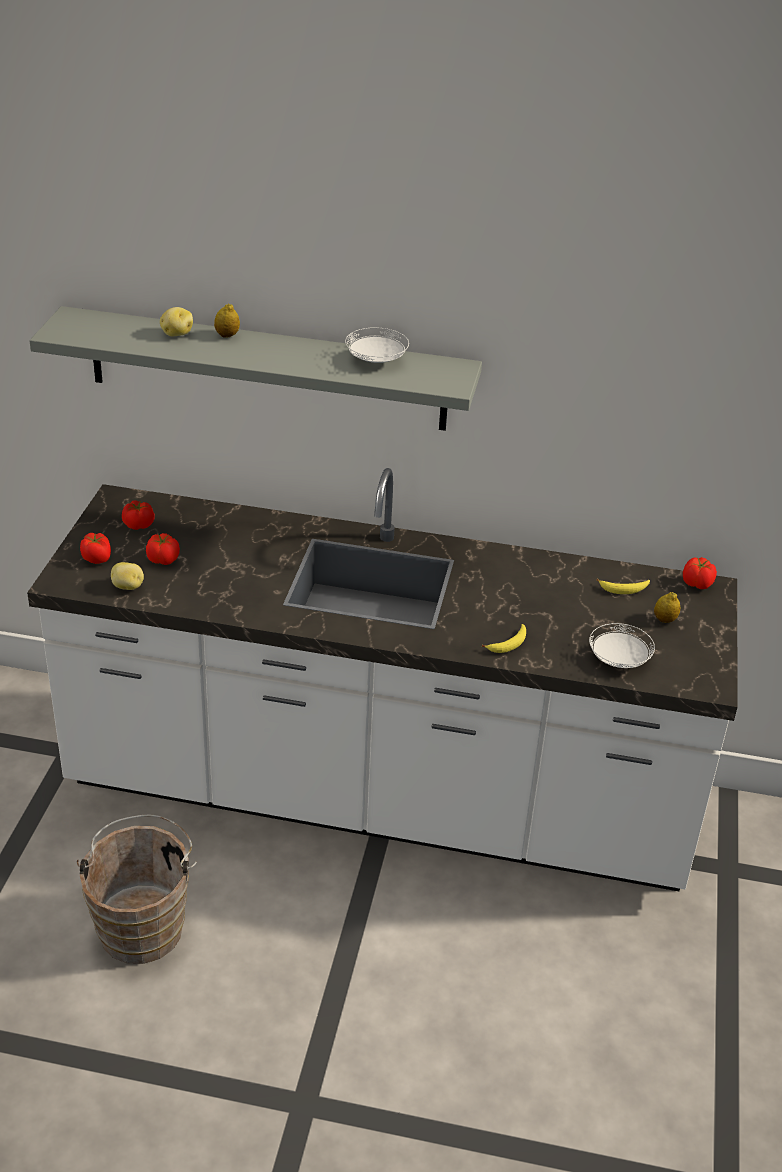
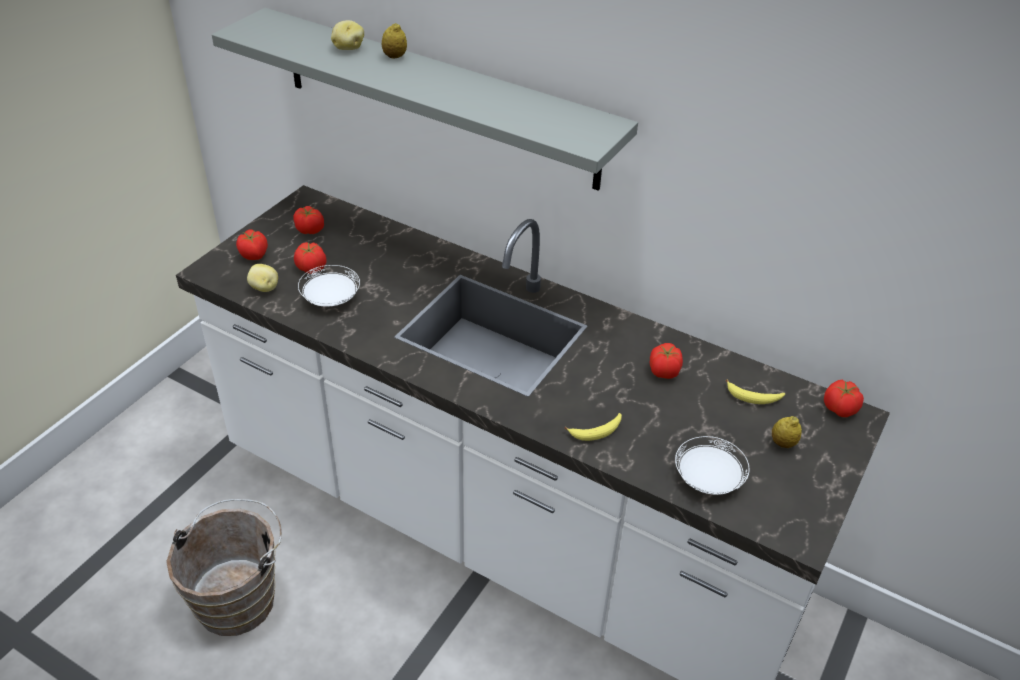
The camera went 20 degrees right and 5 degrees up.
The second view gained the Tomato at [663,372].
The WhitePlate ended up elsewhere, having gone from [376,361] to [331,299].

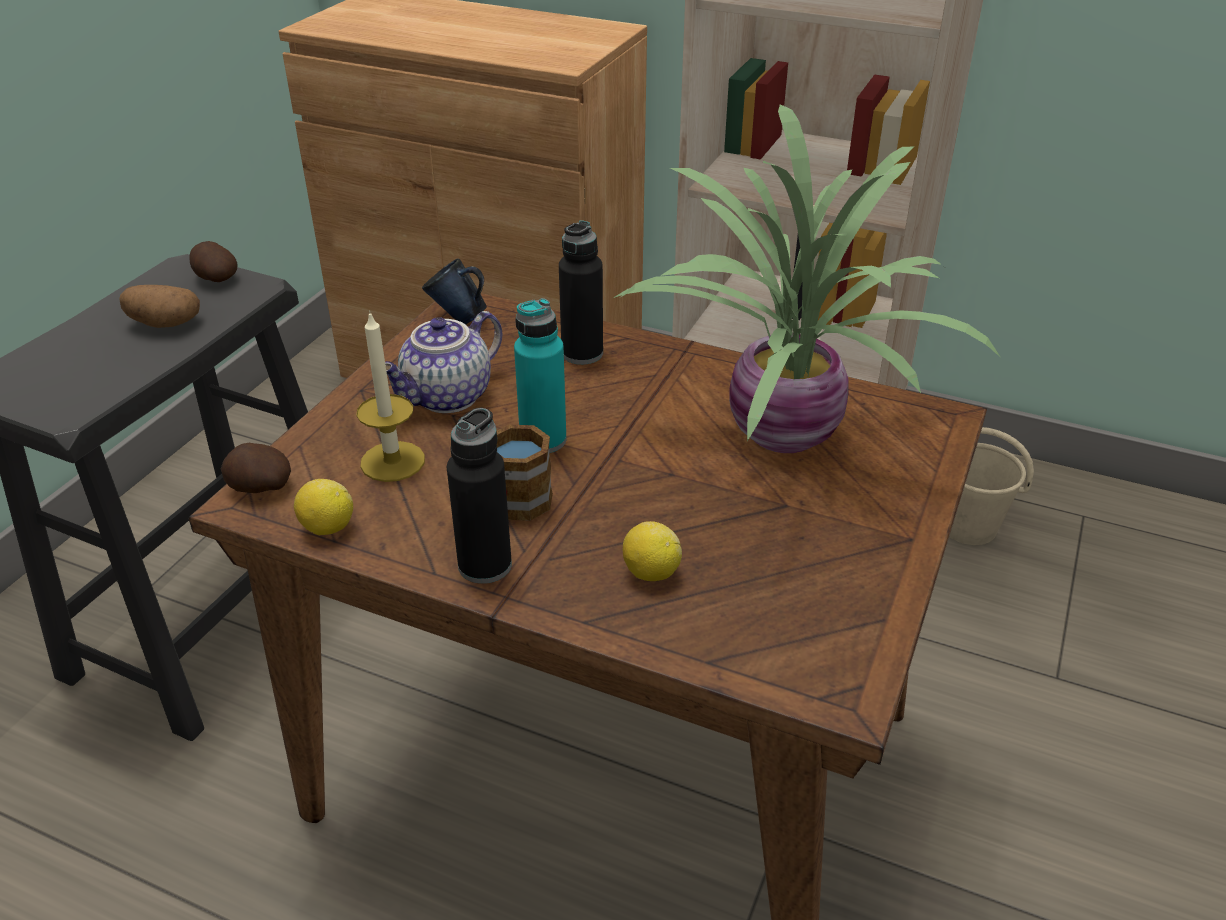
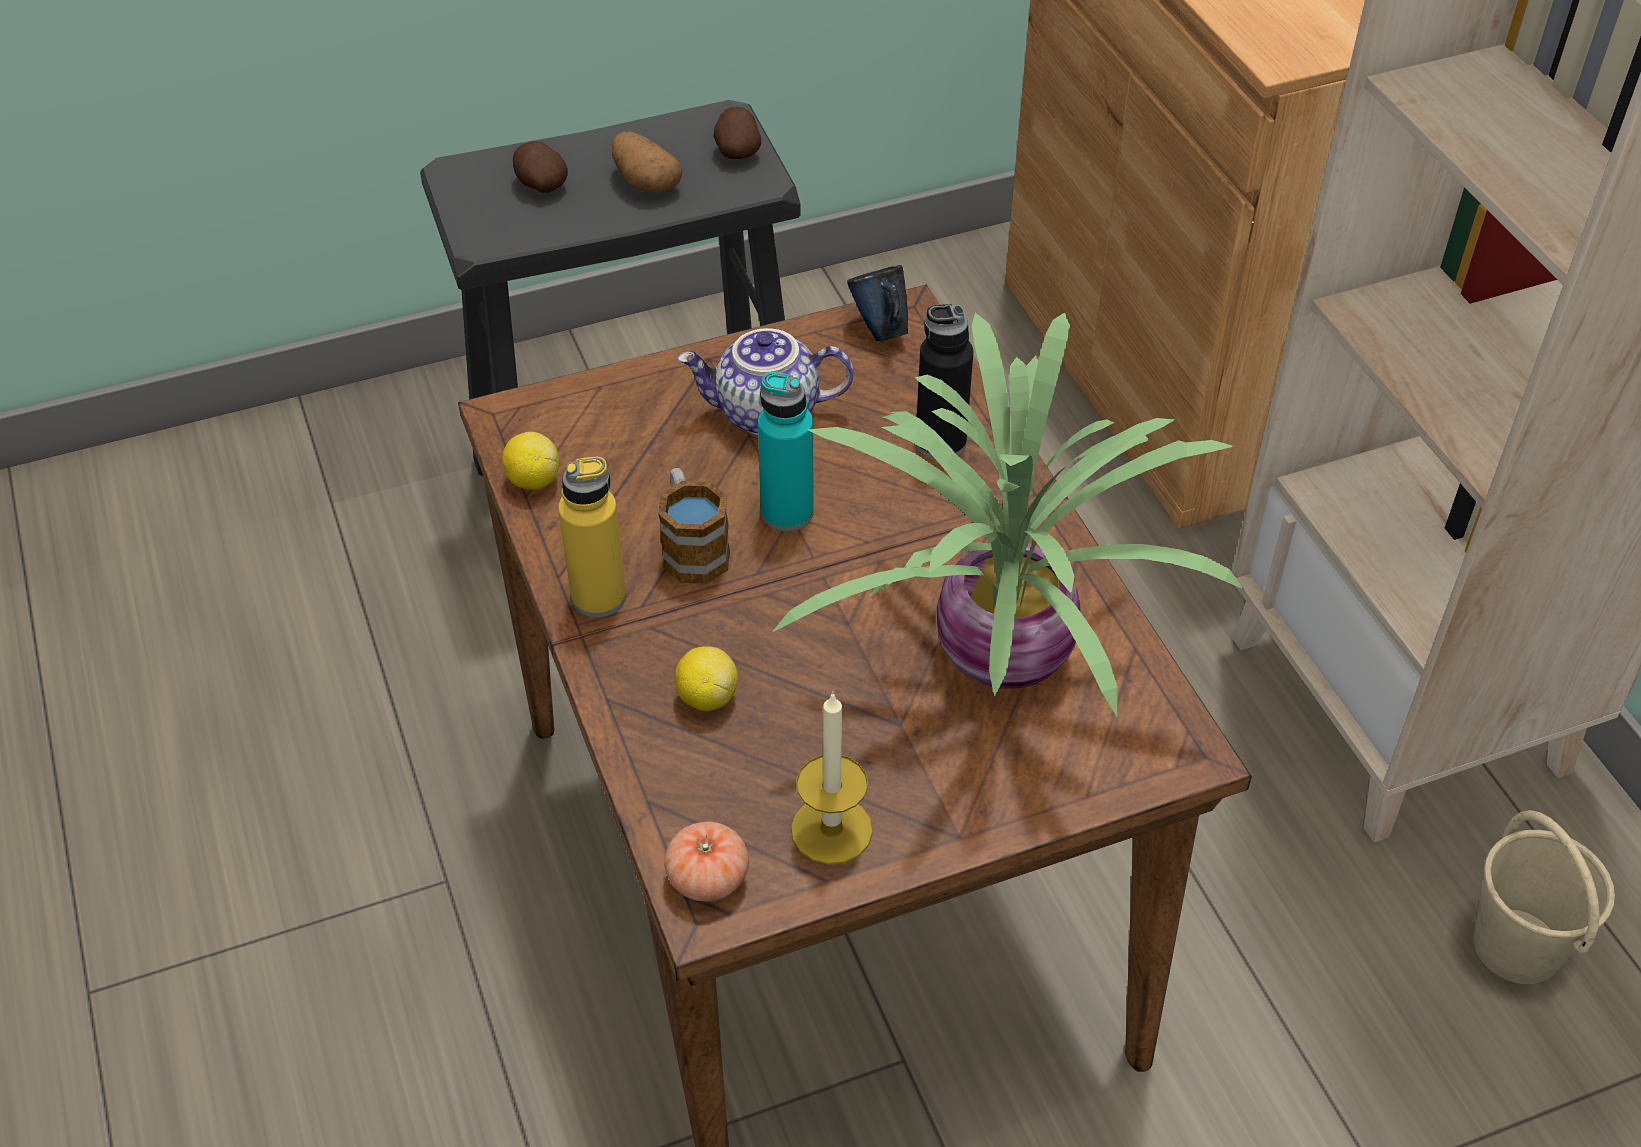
The camera went 45 degrees right and 10 degrees up.
The second view gained the Tomato at [708,878].
The Potato ended up elsewhere, having gone from [260,488] to [540,185].
The Candle ended up elsewhere, having gone from [392,461] to [831,830].
What was the BlackBottle at [485,565] turned into the YellowBottle at [598,597].

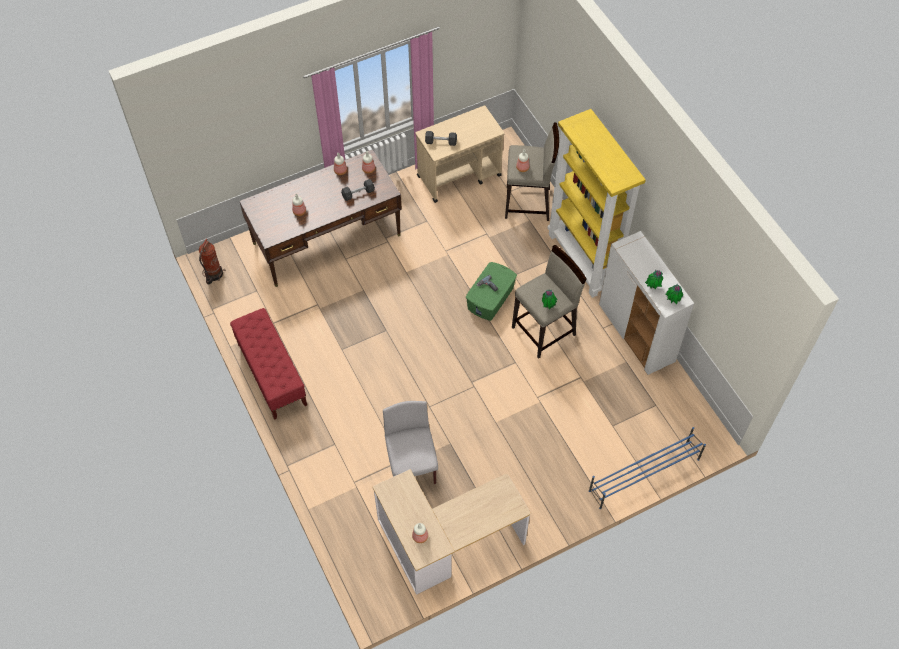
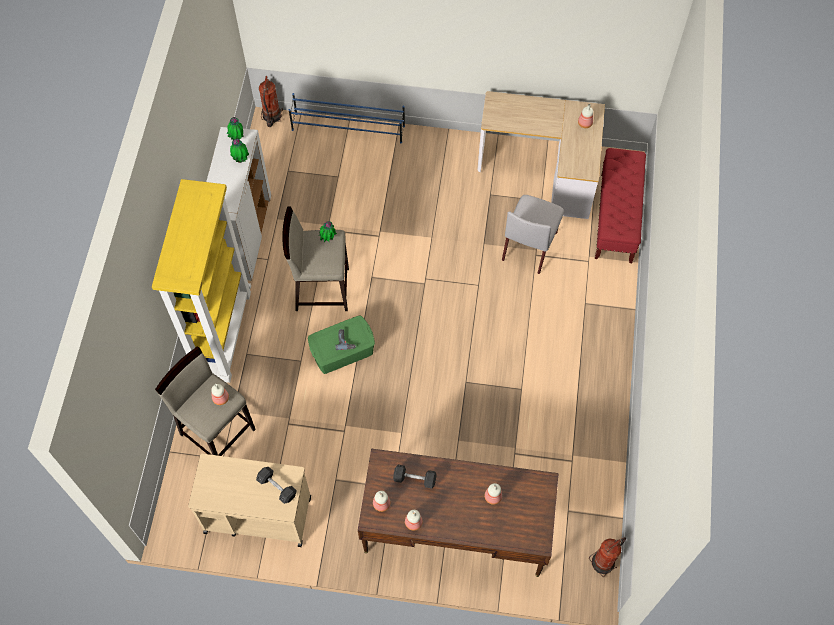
The camera went 145 degrees left and 5 degrees up.
The second view gained the FireExtinguisher at [271,116].
The RedBench ended up elsewhere, having gone from [272,374] to [616,218].

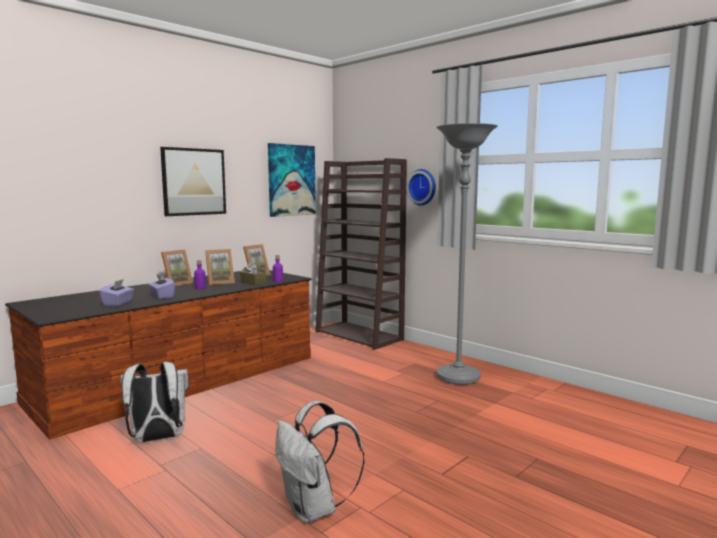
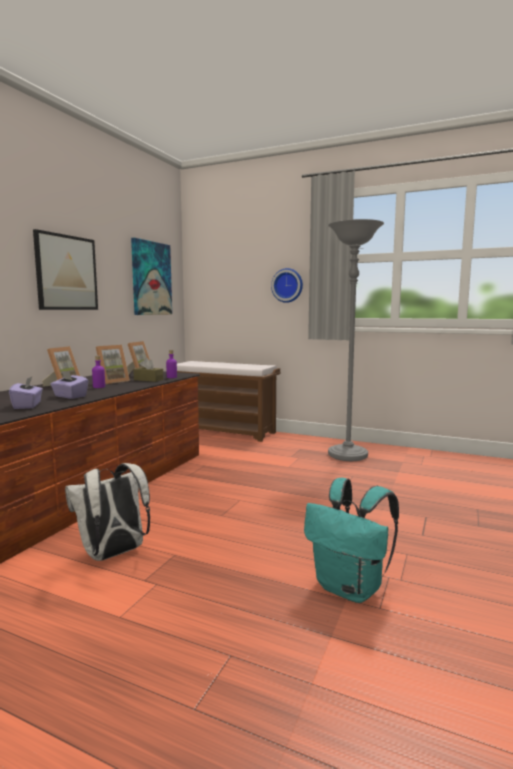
The camera went 20 degrees left and 0 degrees up.
Where the BrownBookcase stood at [359,336], the BrownBench came to stand at [225,431].
What was the WhiteBackpack at [314,509] turned into the TurquoiseBackpack at [350,588].

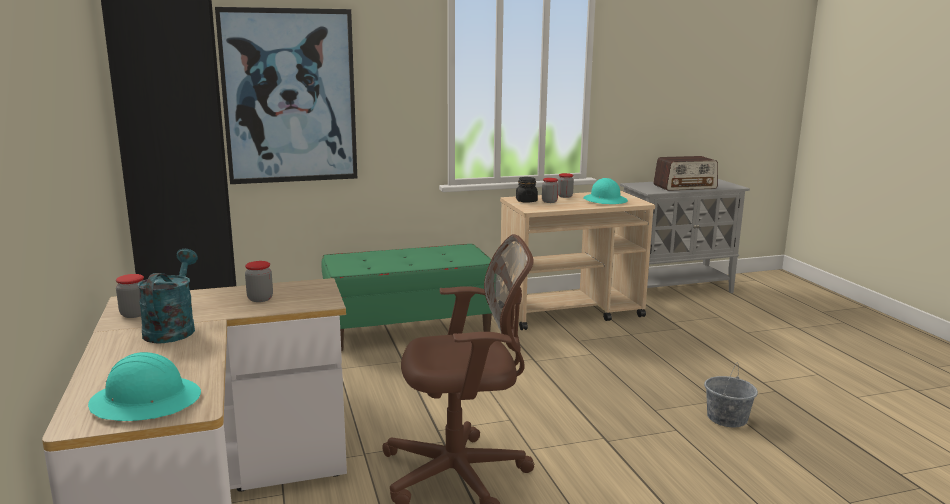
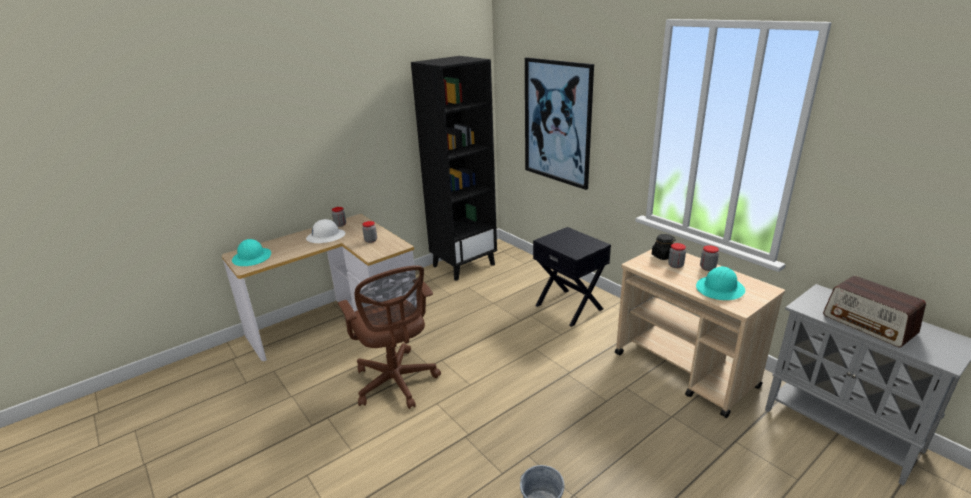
The camera went 70 degrees right and 10 degrees up.
Where the TurquoiseWateringCan stood at [172,328], the WhiteHardHat came to stand at [326,237].
Where the GreenBench stood at [409,329], the BlackNightstand came to stand at [569,307].

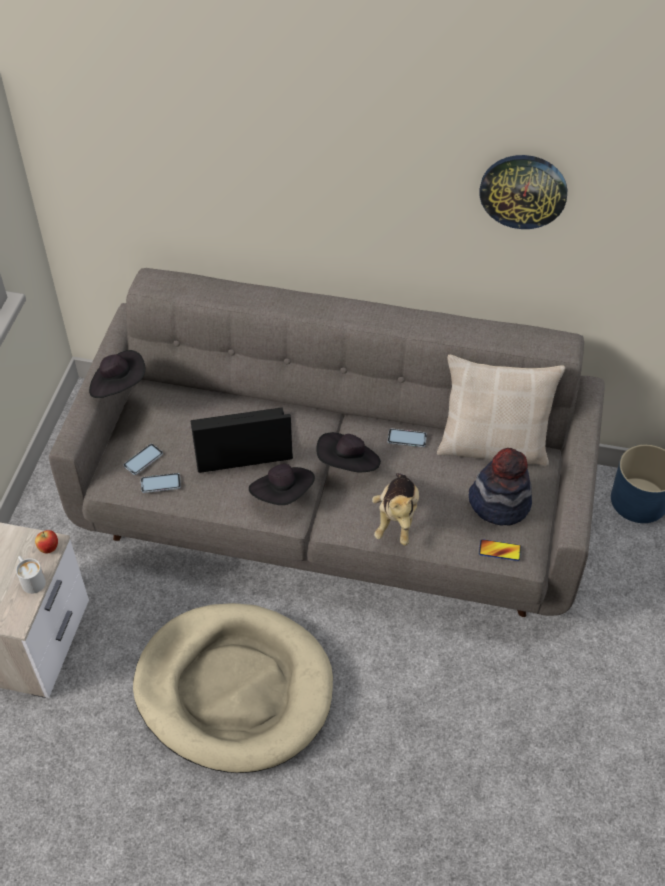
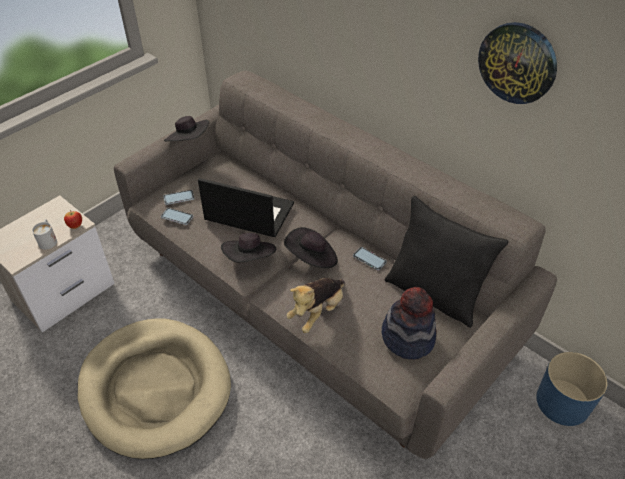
The camera went 30 degrees right and 5 degrees down.
The second view lost the Phone at [499,550].
What was the BeigePillow at [493,446] turned into the BlackPillow at [434,293].

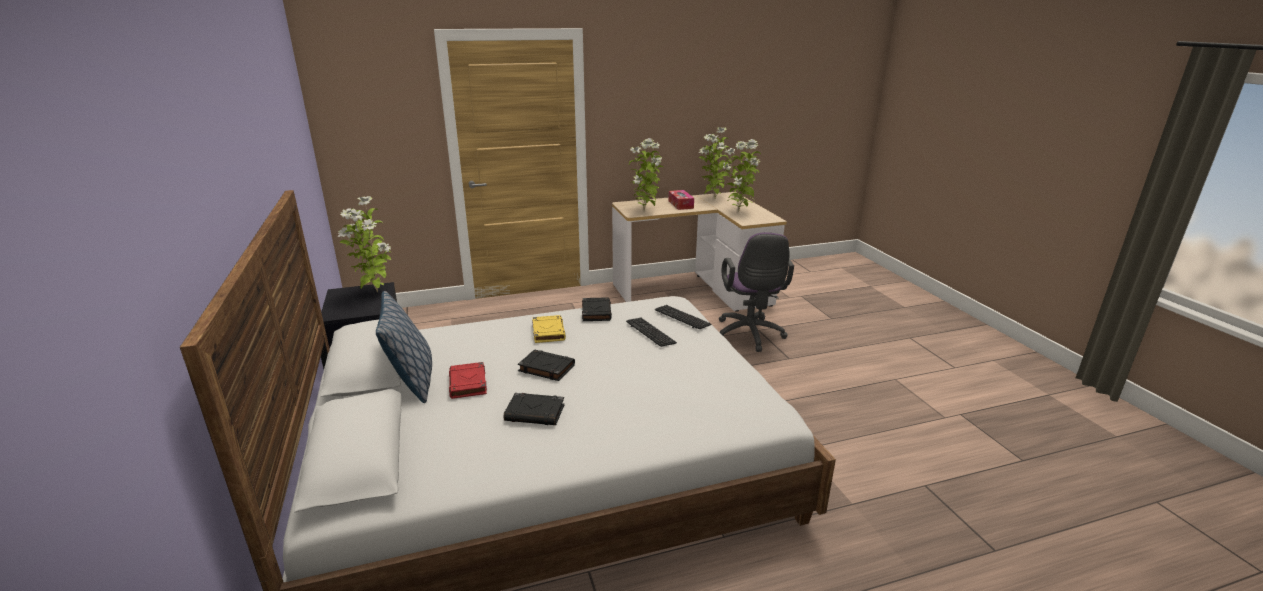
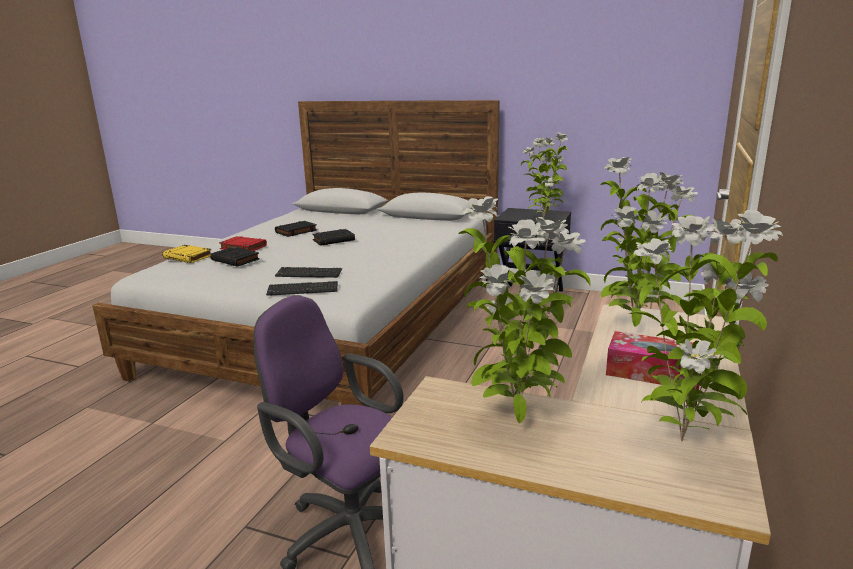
The camera went 130 degrees right and 5 degrees down.
The second view lost the Pillow at [412,382].
The RedBook ended up elsewhere, having gone from [468,384] to [242,247].
The YellowBook ended up elsewhere, having gone from [548,332] to [188,257].
The BlackBook ended up elsewhere, having gone from [596,312] to [236,260].

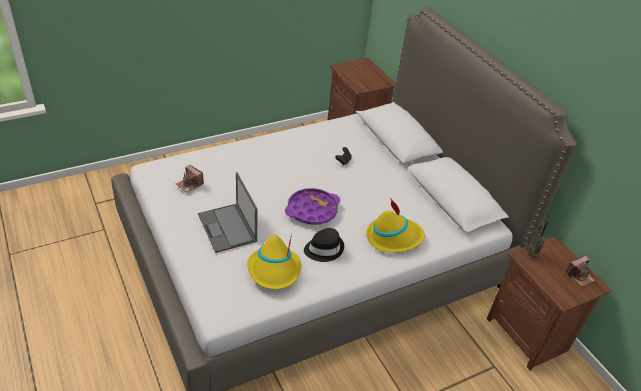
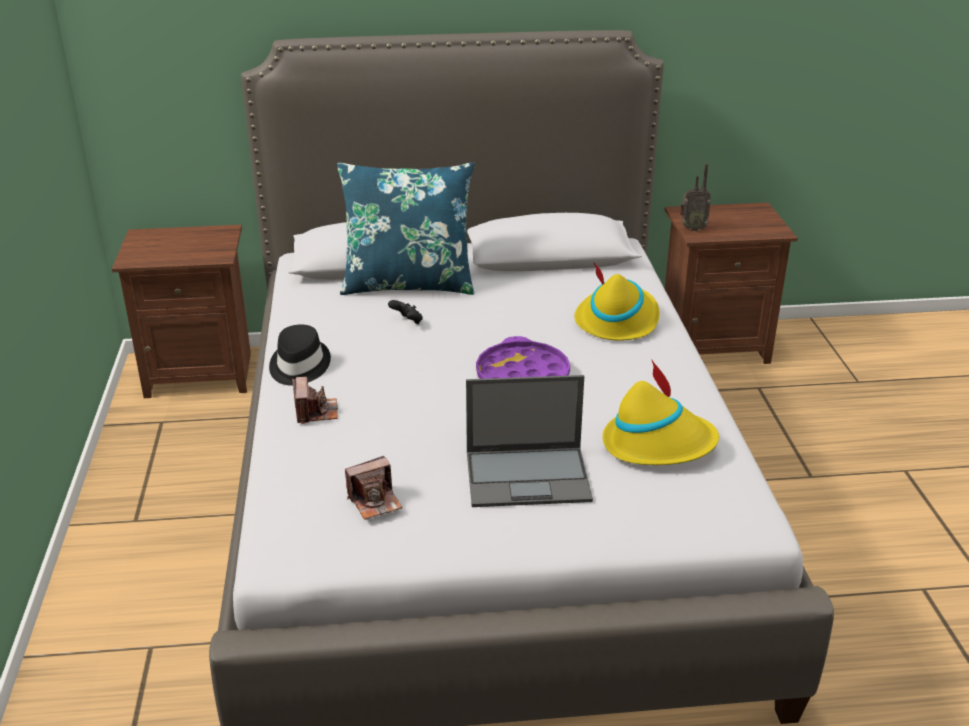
The camera went 65 degrees left and 10 degrees down.
The second view gained the BluePillow at [408,284].
The BlackHat ended up elsewhere, having gone from [323,249] to [298,366].
The PhotoCamera ended up elsewhere, having gone from [579,276] to [315,412].

